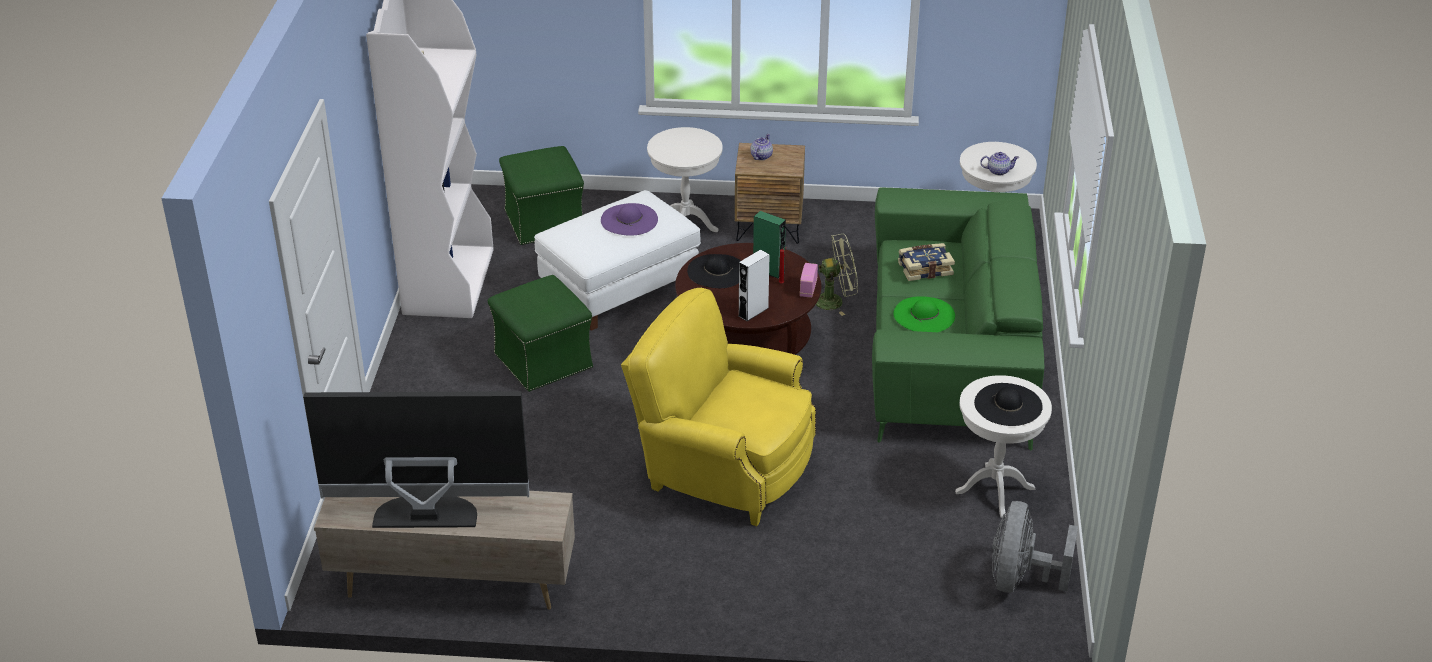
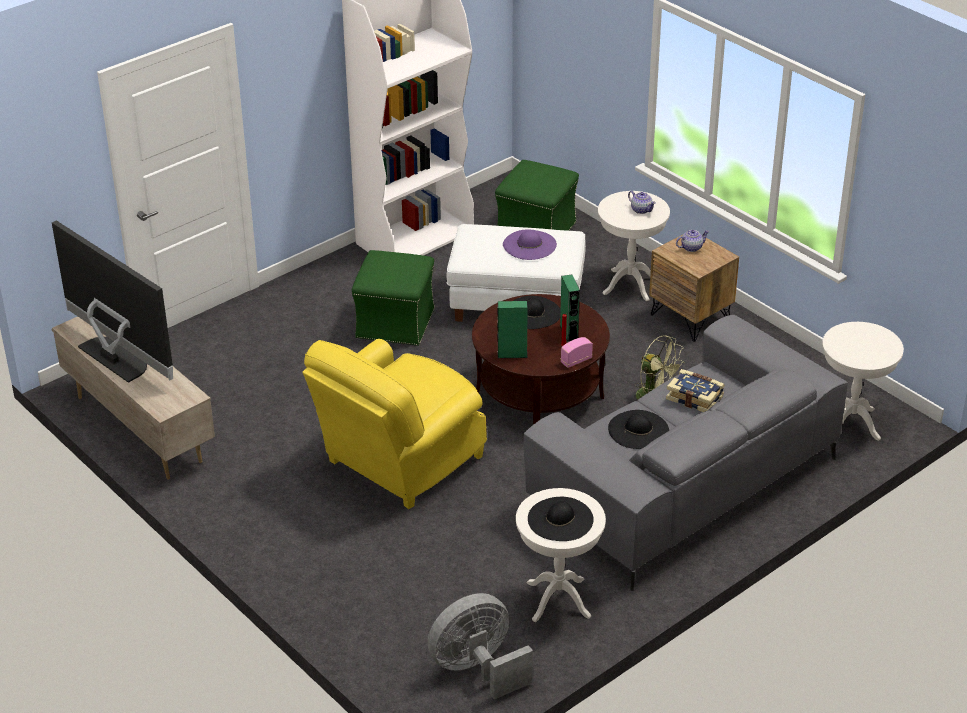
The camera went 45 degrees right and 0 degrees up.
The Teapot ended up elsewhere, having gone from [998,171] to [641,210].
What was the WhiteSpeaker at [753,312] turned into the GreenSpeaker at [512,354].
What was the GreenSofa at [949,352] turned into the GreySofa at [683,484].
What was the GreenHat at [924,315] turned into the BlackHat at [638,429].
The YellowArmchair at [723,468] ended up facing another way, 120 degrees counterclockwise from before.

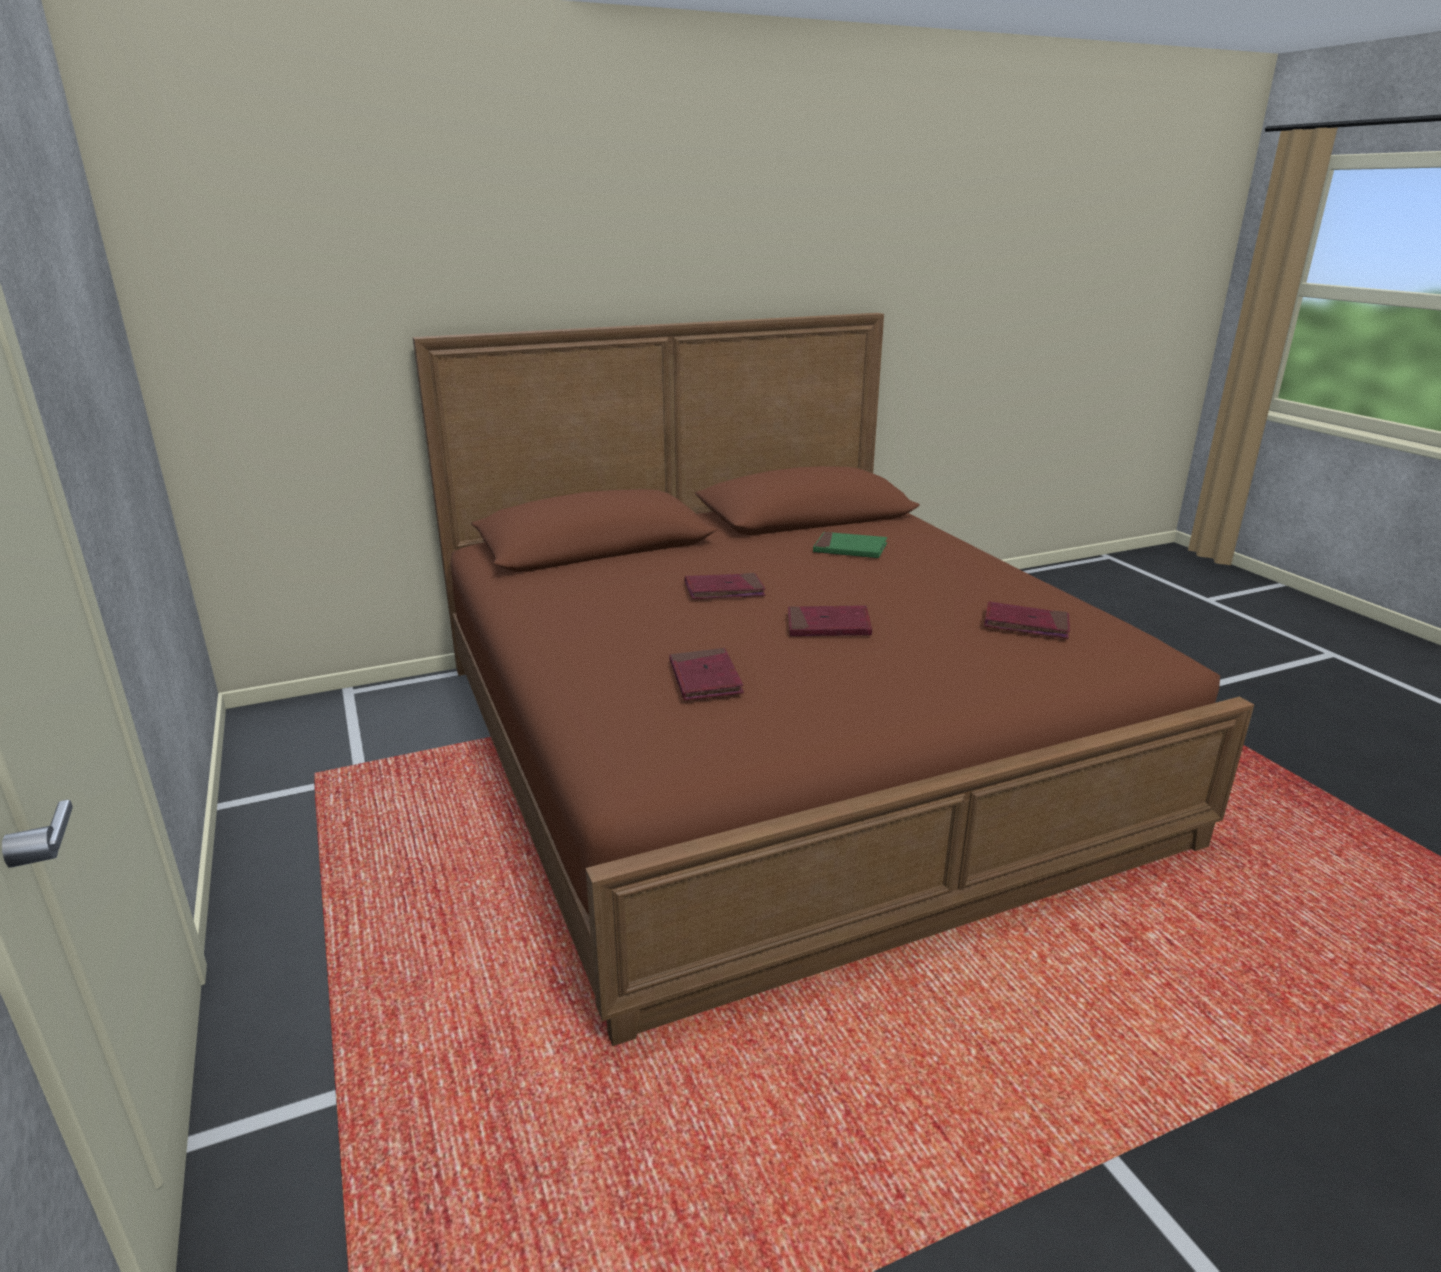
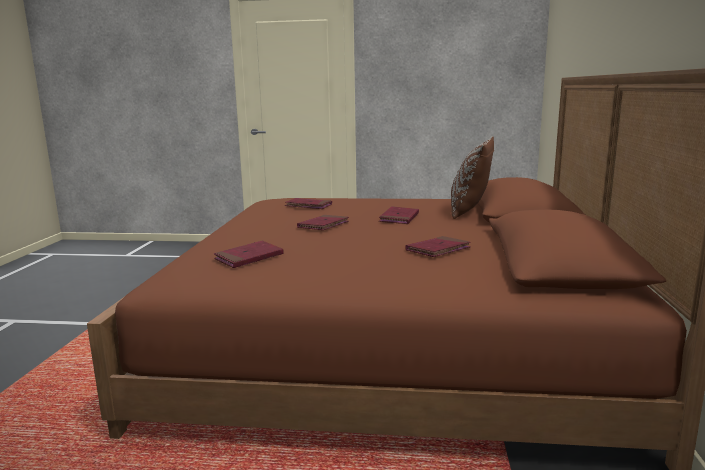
The camera went 120 degrees right and 10 degrees down.
The second view gained the BrownPillow at [469,212].
What was the GreenBook at [850,549] turned into the RedBook at [438,250].

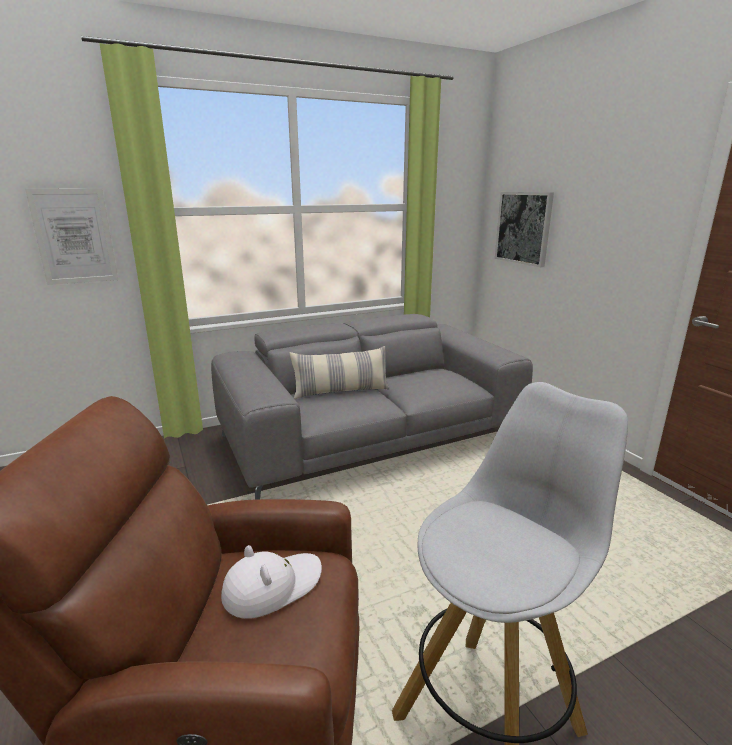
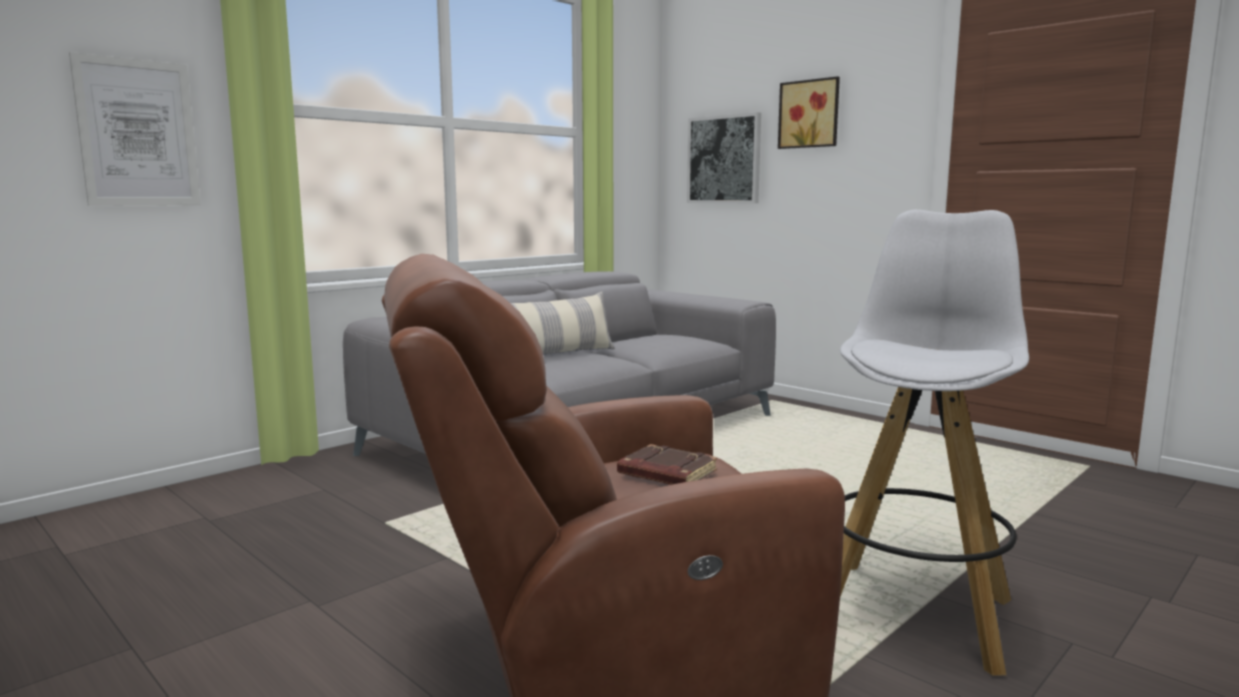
The camera went 20 degrees left and 10 degrees down.
The second view gained the Picture at [810,114].
Where the WhiteHat stood at [272,586], the BrownBook came to stand at [665,474].

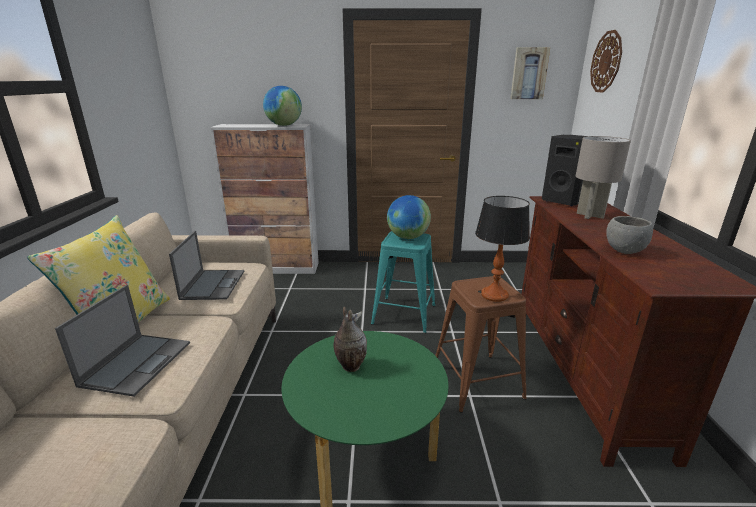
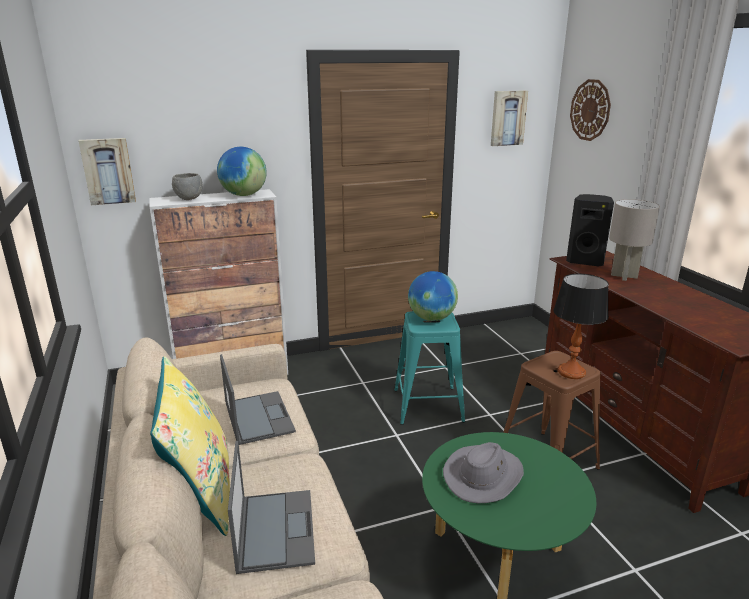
The camera went 20 degrees left and 0 degrees up.
The second view gained the Picture at [108,171].
The GreyBowl ended up elsewhere, having gone from [623,251] to [189,199].
Where the Vase stood at [349,366], the GreyHat came to stand at [483,476].

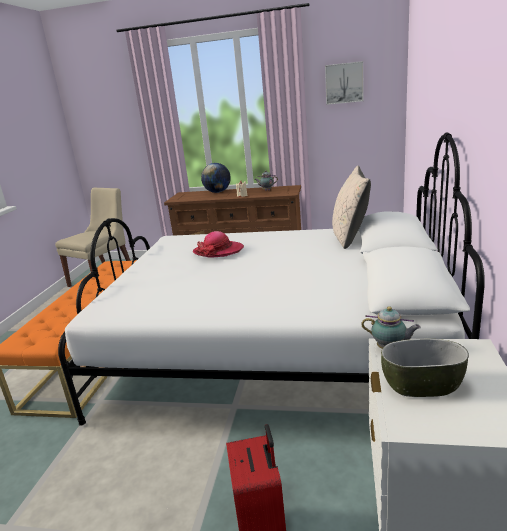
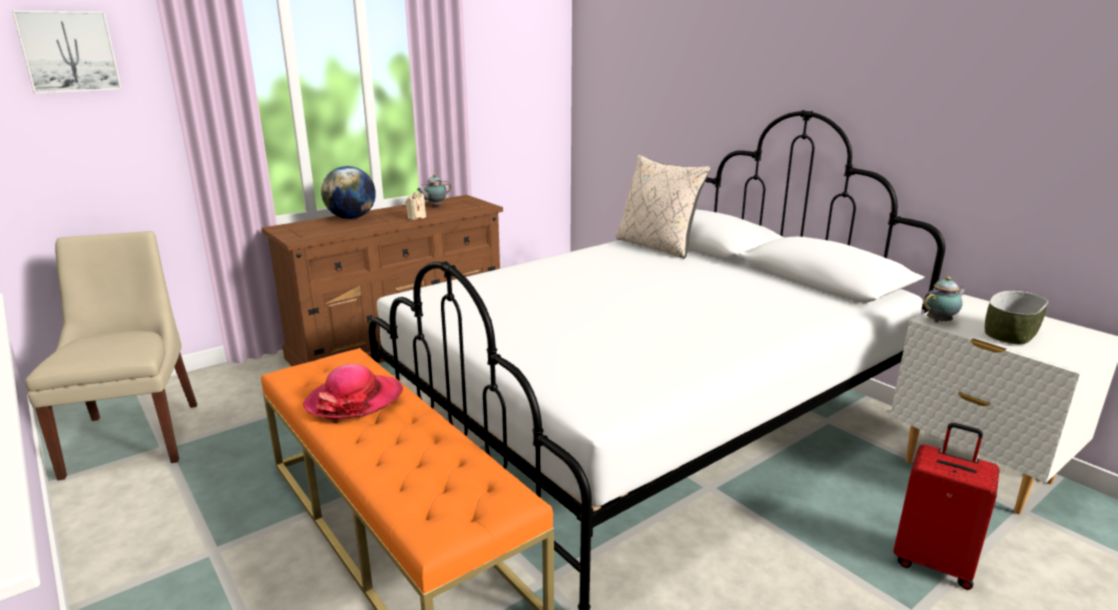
The camera went 50 degrees left and 0 degrees up.
The Hat ended up elsewhere, having gone from [218,251] to [354,400].
The Picture ended up elsewhere, having gone from [344,83] to [68,51].

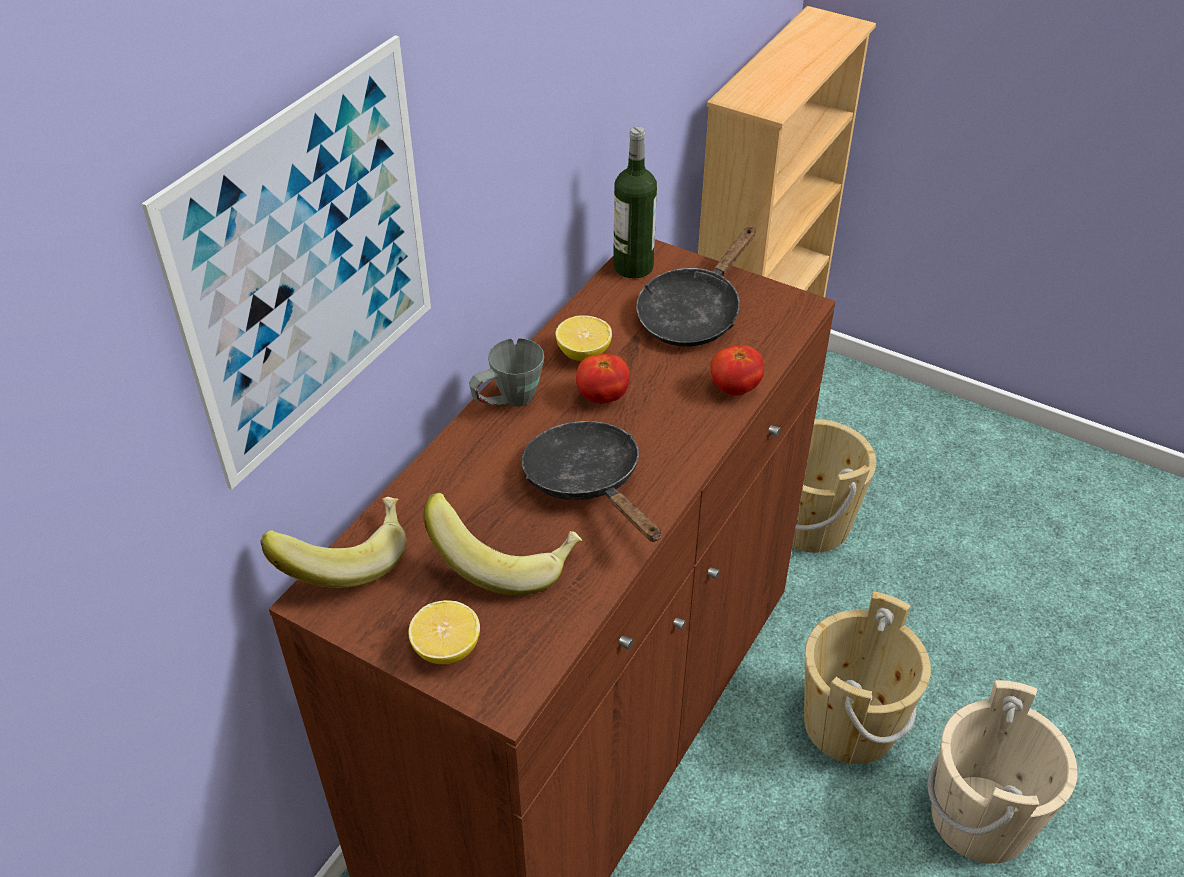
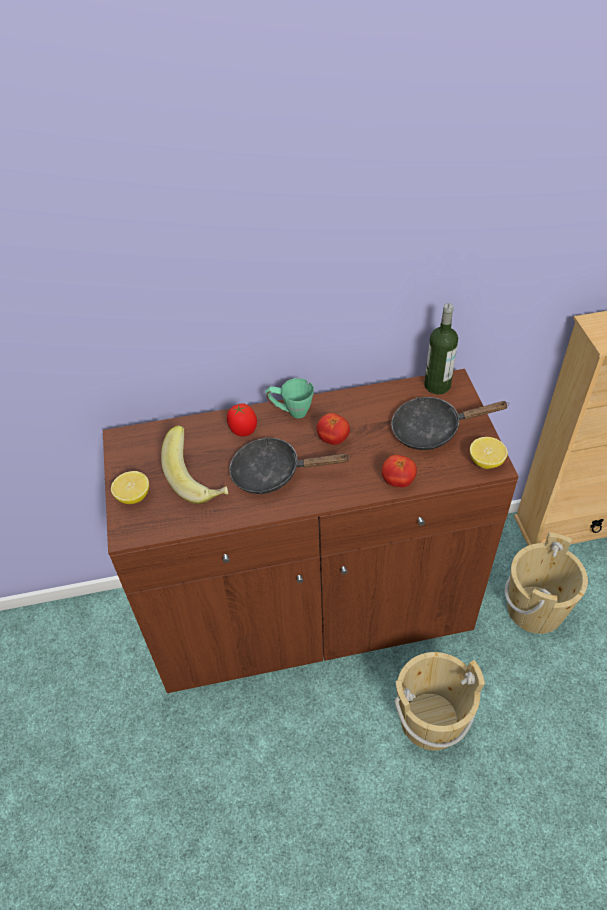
The camera went 50 degrees right and 5 degrees up.
The second view lost the Picture at [310,264].
The second view lost the Banana at [345,558].
The second view lost the BeigeBucket at [981,817].
The second view gained the Tomato at [243,431].
The Lemon ended up elsewhere, having gone from [583,353] to [486,461].
What was the GreyMug at [507,403] turned into the GreenMug at [290,412].
The BlackFryingPan at [588,482] ended up facing another way, 105 degrees counterclockwise from before.

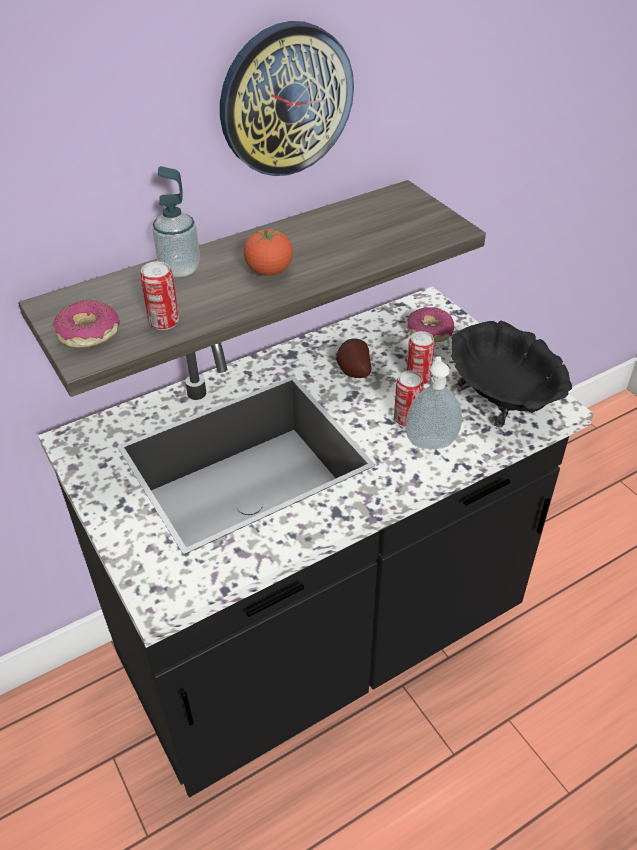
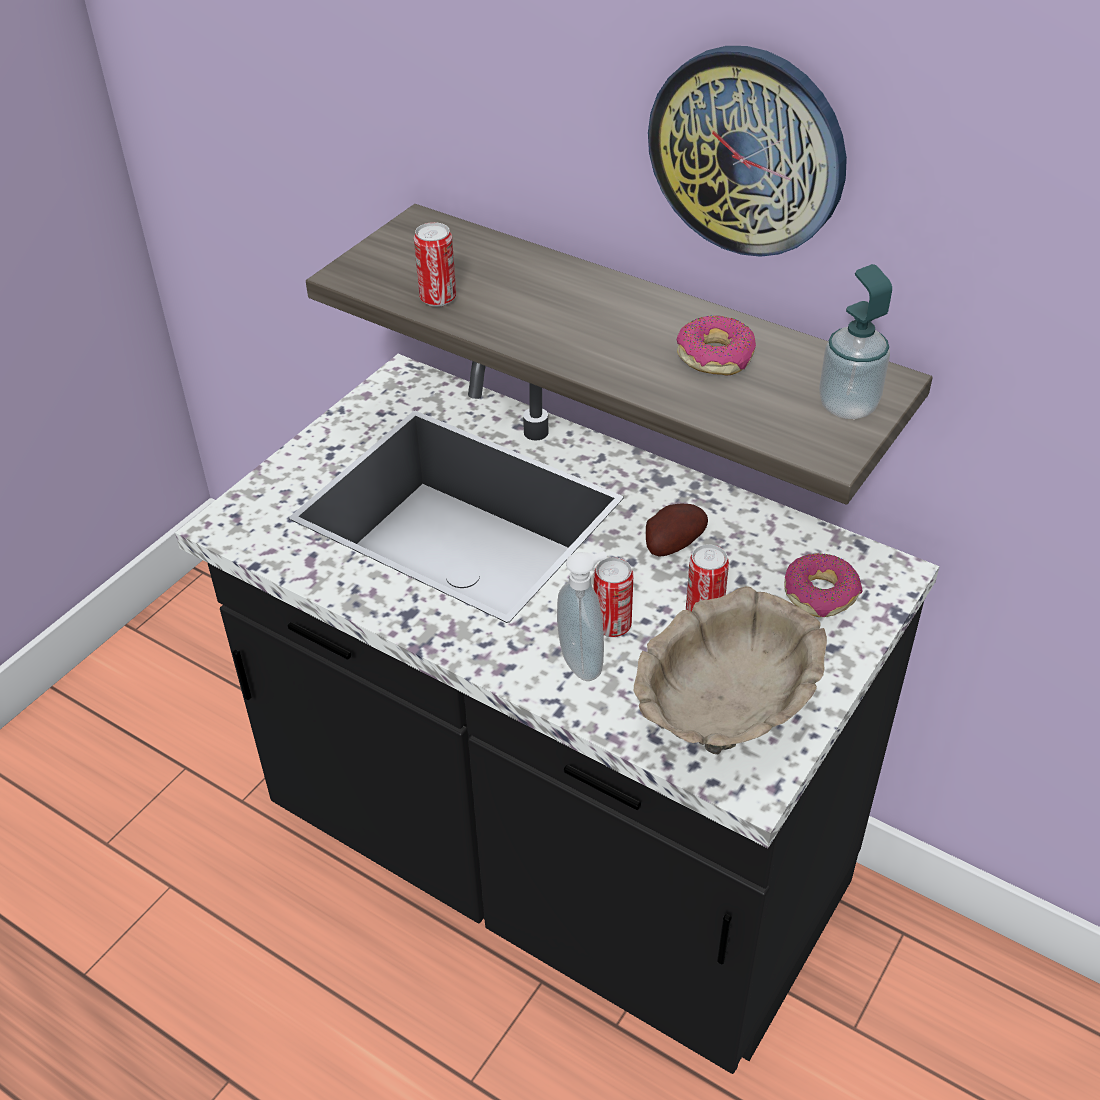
The camera went 65 degrees right and 0 degrees up.
The second view lost the Tomato at [269,271].
The Donut ended up elsewhere, having gone from [88,333] to [715,357].
The SoapDispenser ended up elsewhere, having gone from [180,269] to [847,406].
What was the BlackBowl at [503,399] turned into the BeigeBowl at [725,715].

